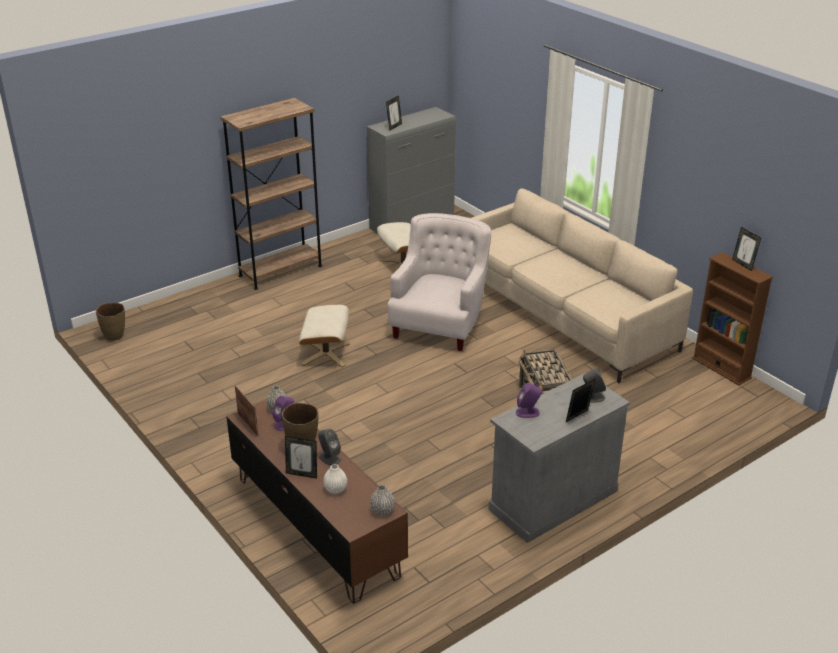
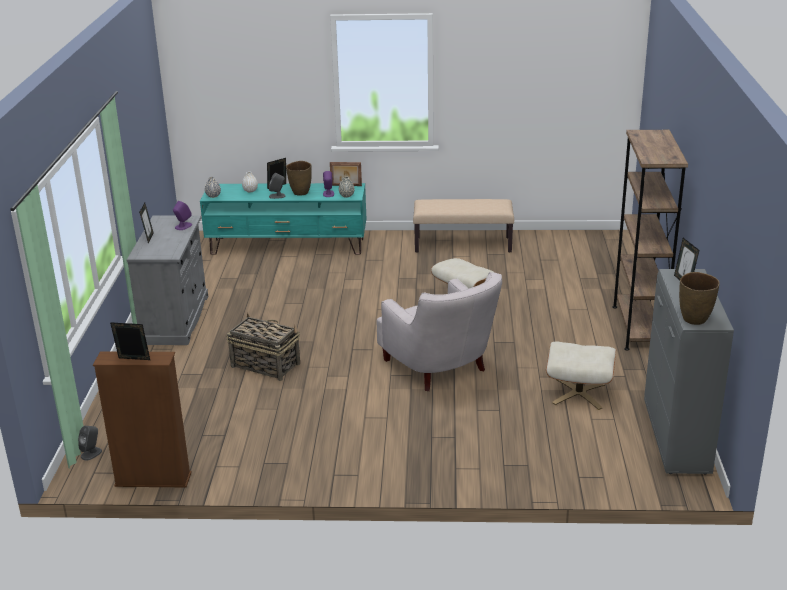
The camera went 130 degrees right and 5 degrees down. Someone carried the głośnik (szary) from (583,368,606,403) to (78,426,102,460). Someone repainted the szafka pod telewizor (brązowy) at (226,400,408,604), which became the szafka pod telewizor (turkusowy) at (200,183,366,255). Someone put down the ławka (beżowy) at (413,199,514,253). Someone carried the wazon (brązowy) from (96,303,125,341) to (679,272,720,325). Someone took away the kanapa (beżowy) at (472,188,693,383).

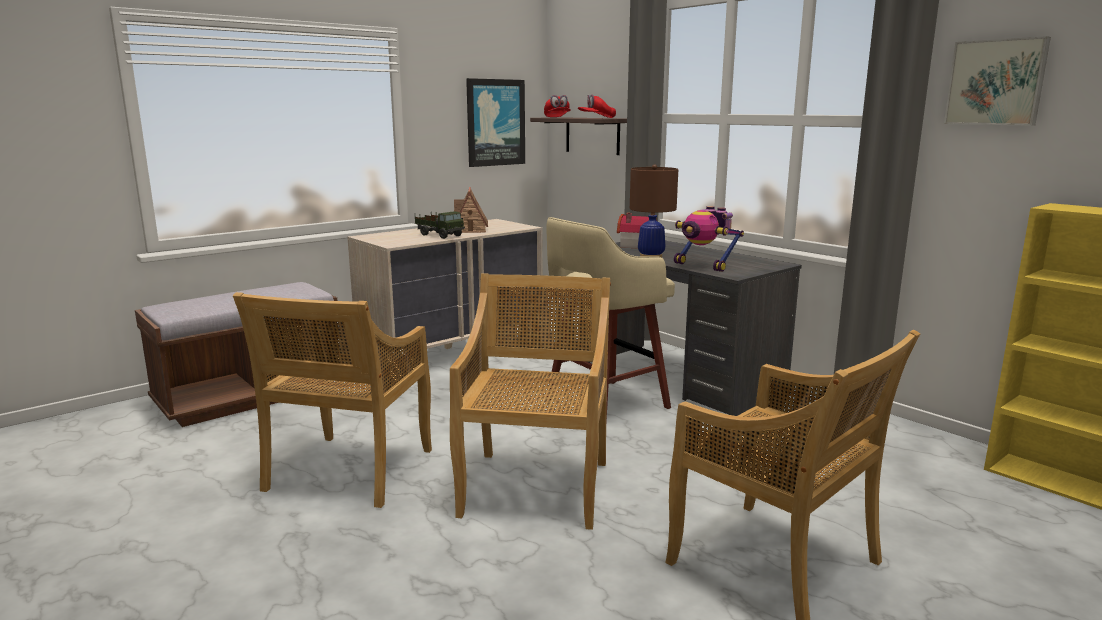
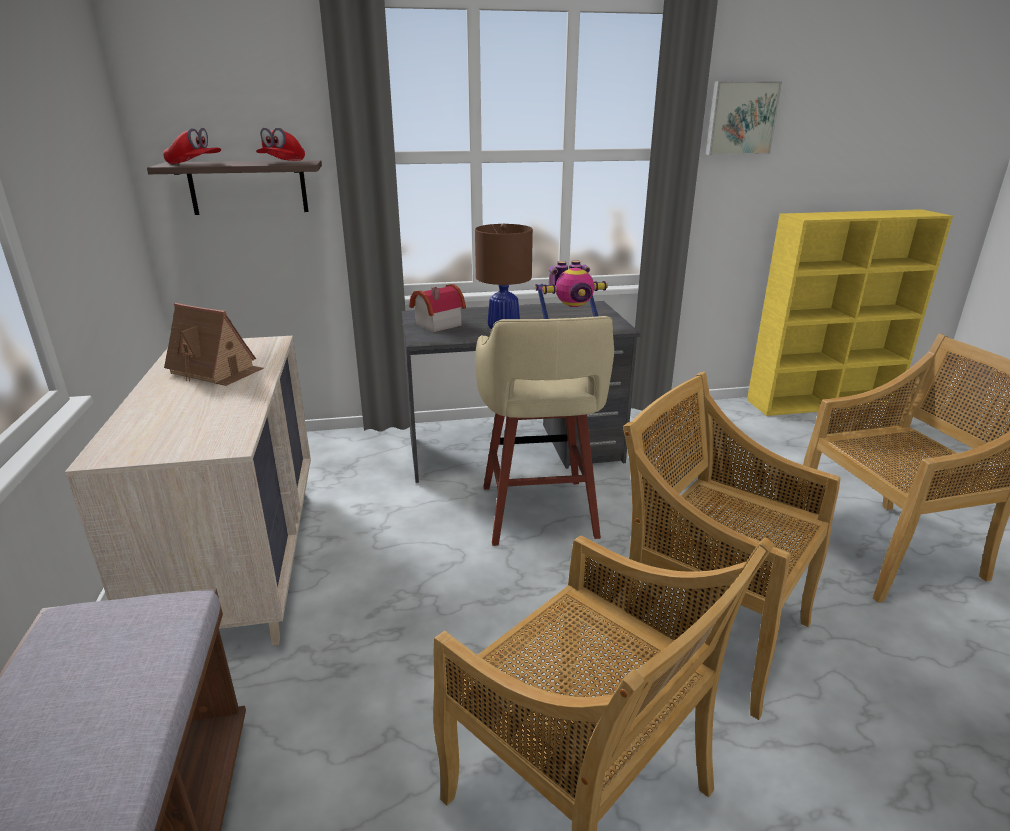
The camera went 60 degrees left and 10 degrees up. Someone took away the ciężarówka zabawkowa at (415,211,465,239). Someone took away the obraz at (466,78,525,167).

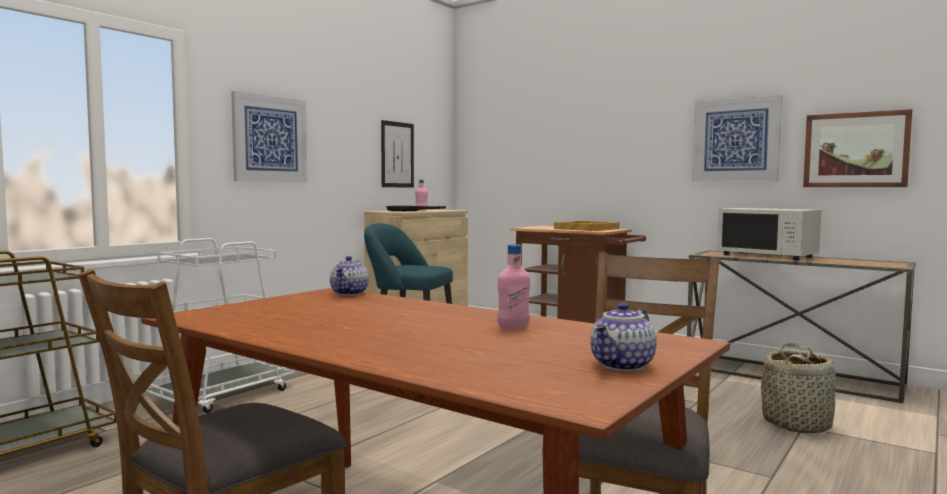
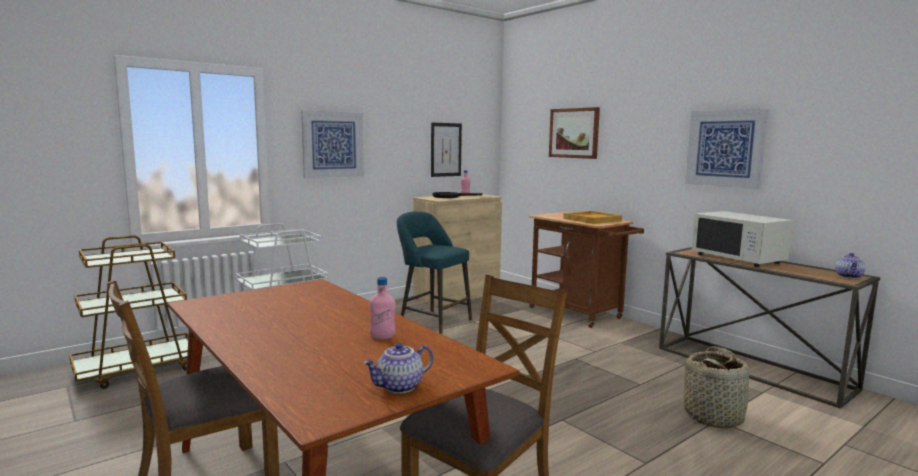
The camera went 15 degrees right and 5 degrees up. Someone carried the obraz from (803,109,912,187) to (549,107,600,159). Someone carried the imbryk from (330,256,369,296) to (835,253,865,279).

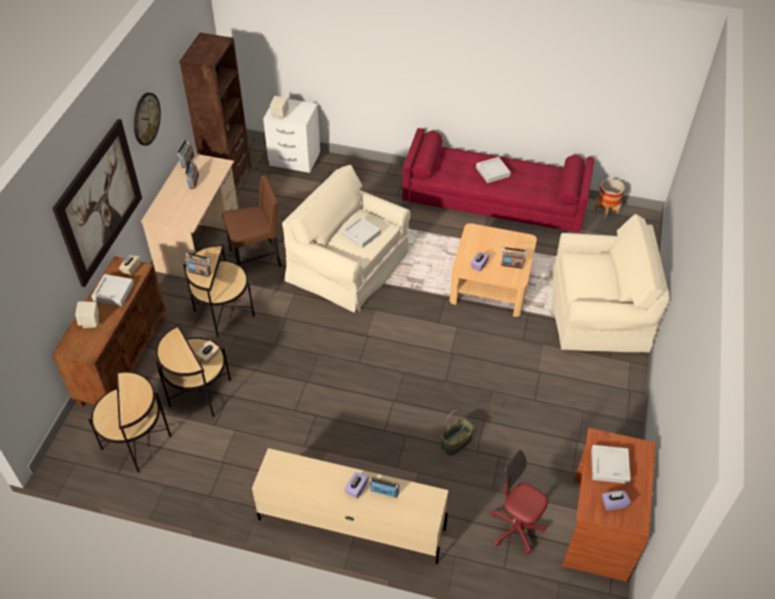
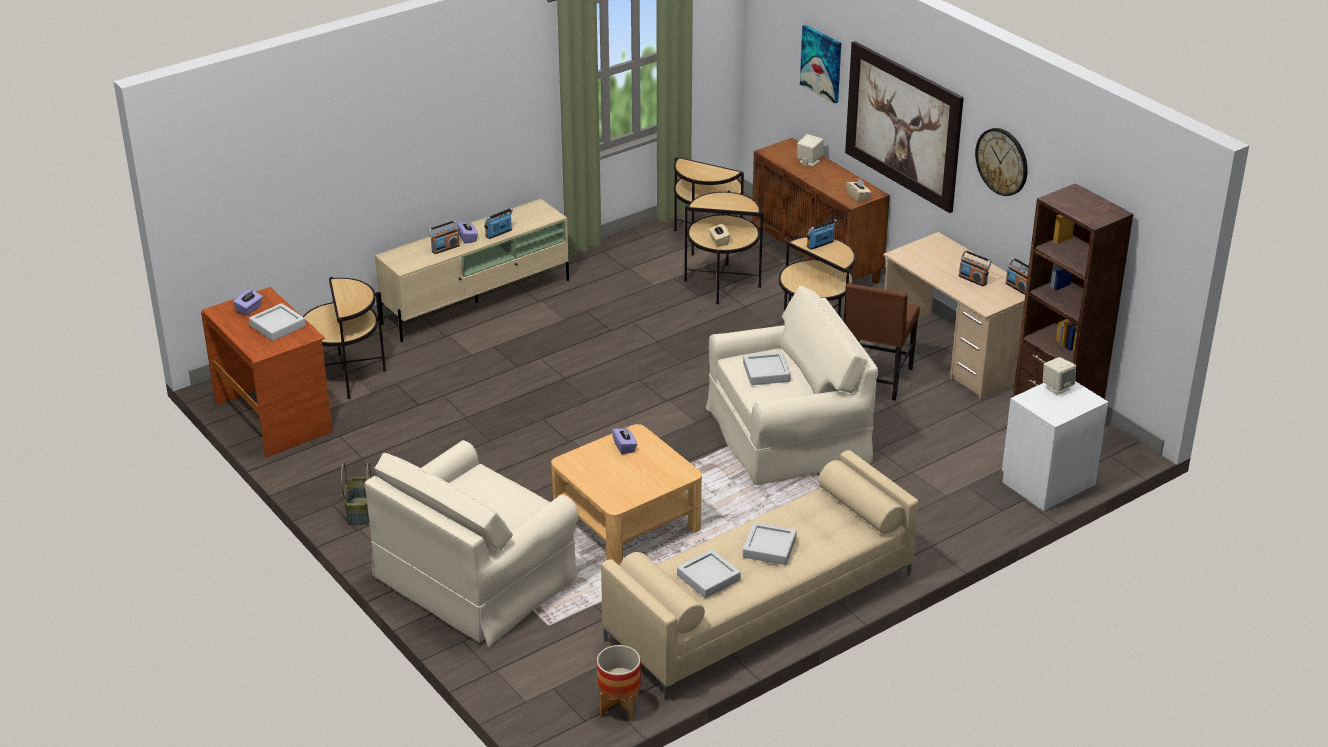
The camera went 130 degrees right and 15 degrees down. Someone swapped the krzesło biurowe (czerwony) at (491,450,548,555) for the stolik at (303,277,386,399). Someone carried the koszyk from (441,409,475,456) to (341,462,371,525). Someone carried the radio from (501,247,527,269) to (484,208,513,239). Someone repainted the kanapa (czerwony) at (402,128,595,234), which became the kanapa (beżowy) at (601,450,919,700). Someone carried the taca (szary) from (91,274,134,306) to (677,549,741,598). Someone put up the obraz at (800,25,841,104).

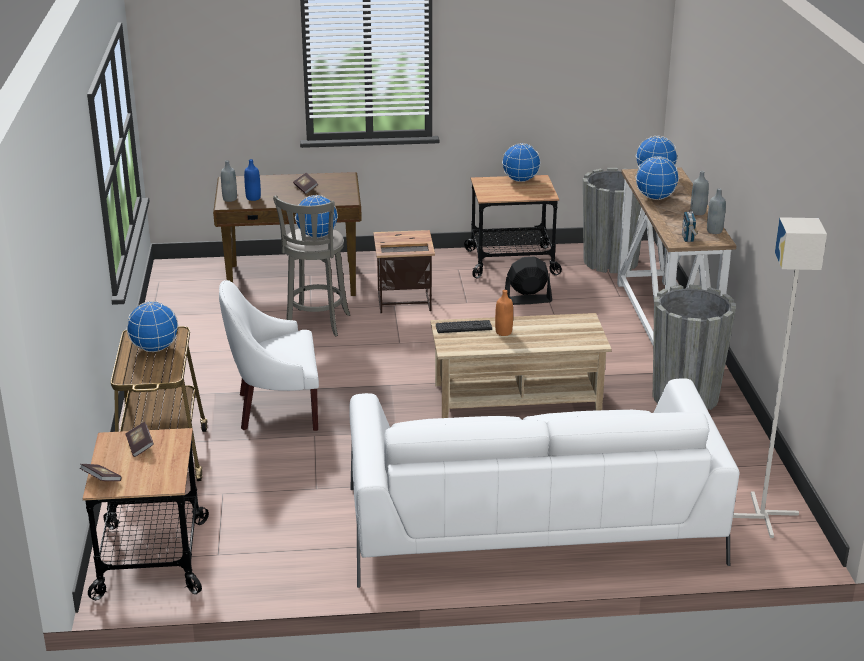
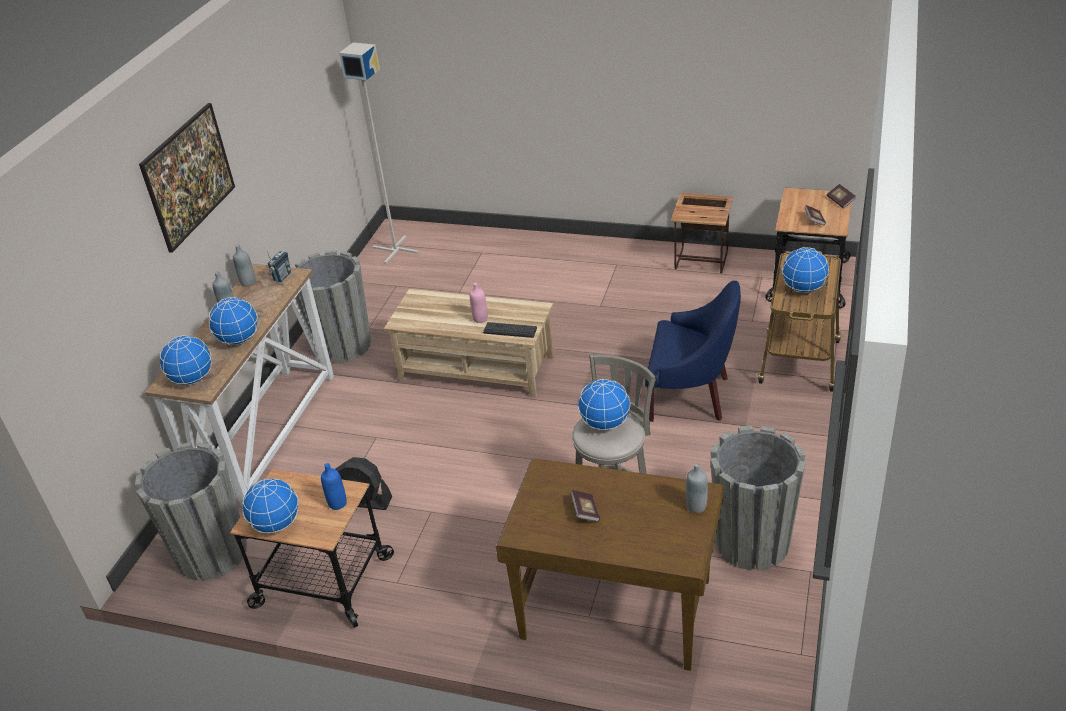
The camera went 155 degrees left and 10 degrees up. Someone put up the obraz at (139,103,235,253). Someone carried the butelka (niebieski) from (244,159,261,201) to (321,463,347,510). Someone repainted the butelka (pomarańczowy) at (495,290,513,336), which became the butelka (różowy) at (470,282,488,323). Someone repainted the fotel (biały) at (219,280,319,431), which became the fotel (niebieski) at (645,281,741,422). Someone carried the stolik from (373,230,435,313) to (671,193,733,274). Someone put down the donica (szary) at (710,425,806,571). Someone took away the kanapa (biały) at (349,378,739,588).

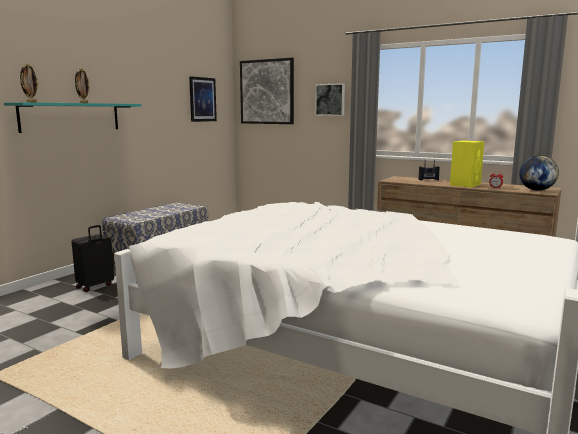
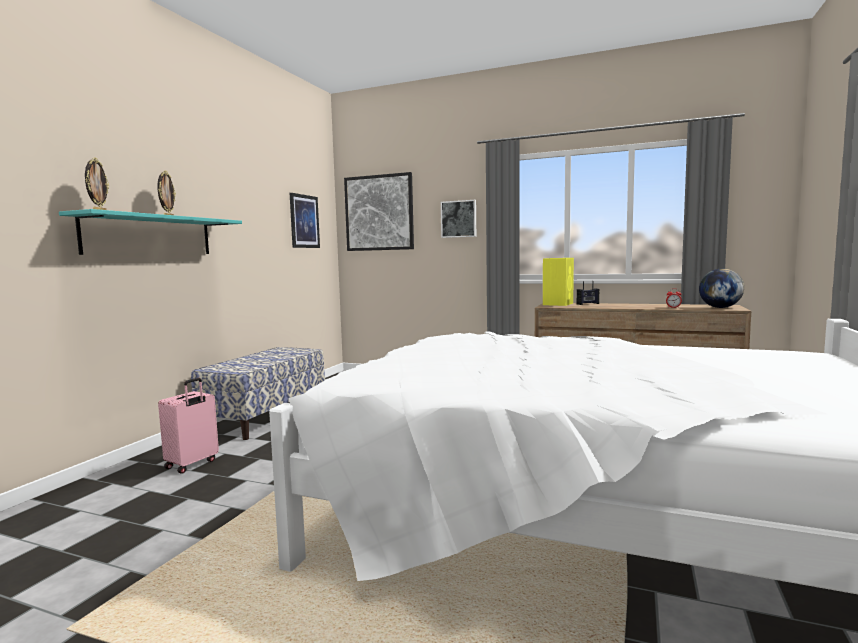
The camera went 10 degrees left and 5 degrees down. Someone repainted the walizka (czarny) at (72,225,114,292), which became the walizka (różowy) at (158,378,219,474). Someone carried the głośnik (żółty) from (450,140,484,188) to (543,258,574,306).

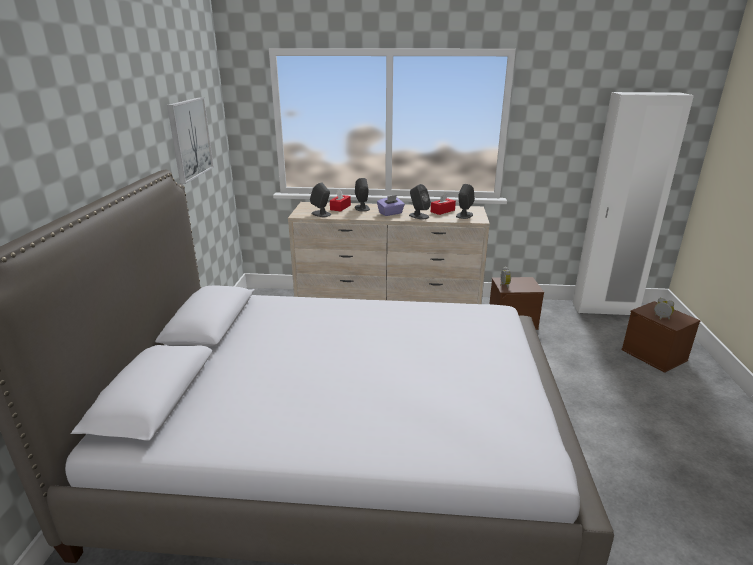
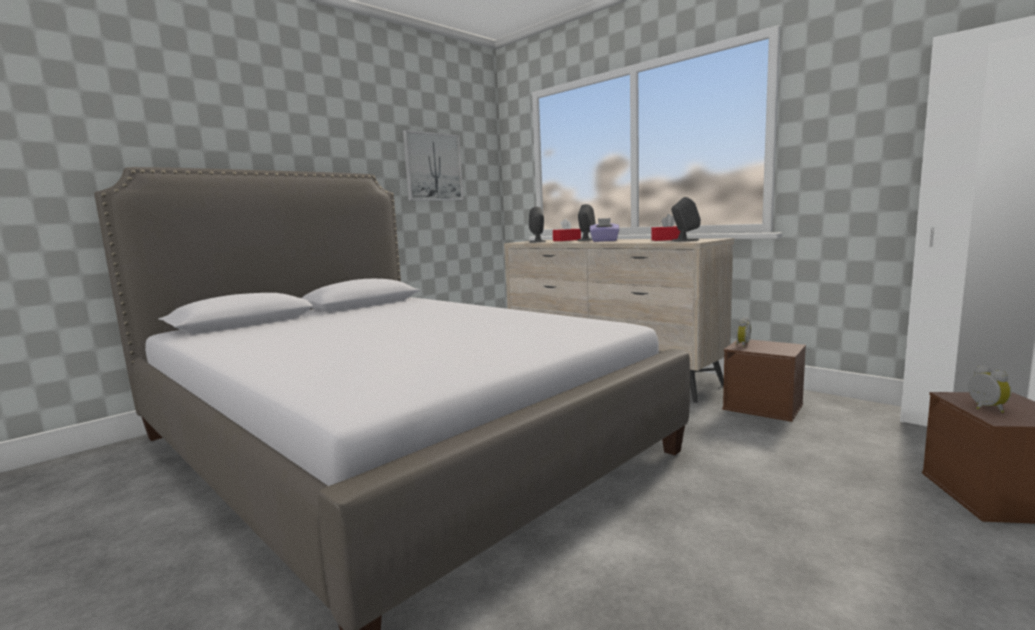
The camera went 40 degrees right and 15 degrees down. Someone took away the głośnik (szary) at (409,184,431,219).

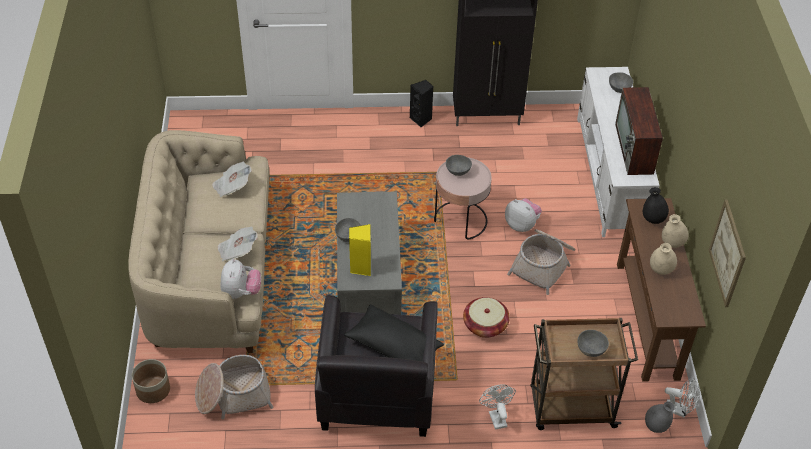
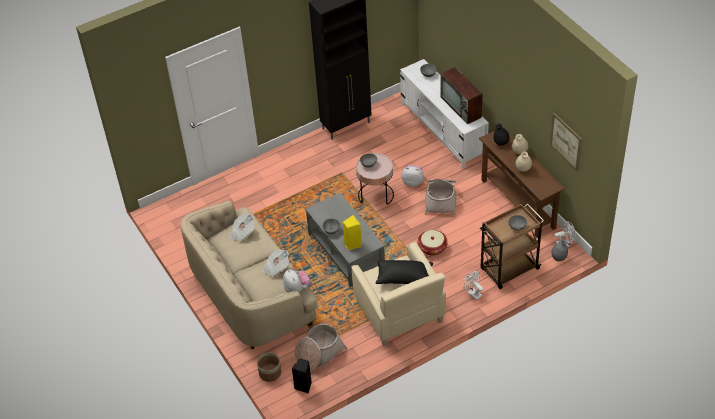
The camera went 25 degrees left and 0 degrees up. Someone carried the głośnik (czarny) from (410,80,434,127) to (291,358,312,393). Someone repainted the fotel (czarny) at (315,295,438,437), which became the fotel (beżowy) at (352,242,446,346).

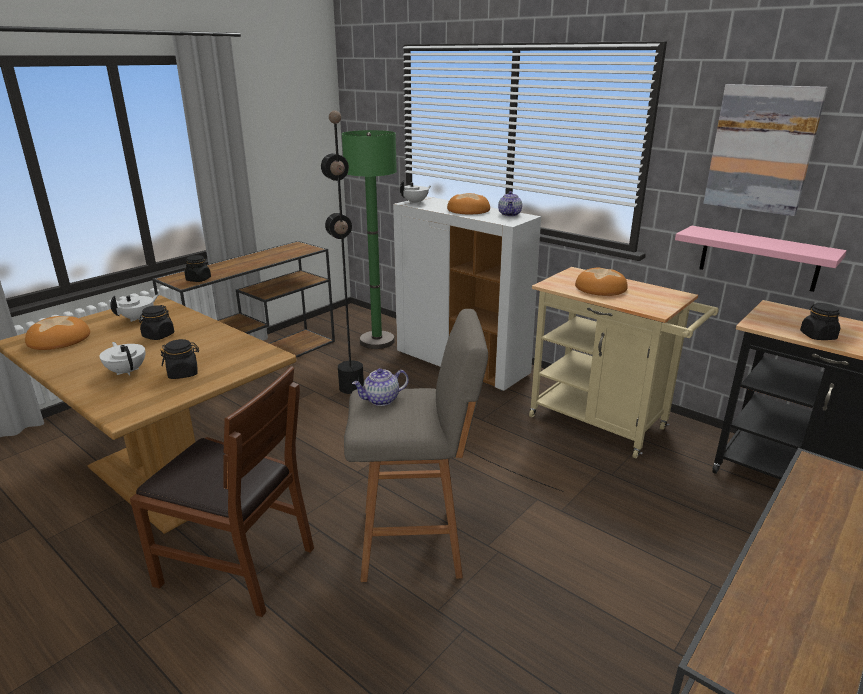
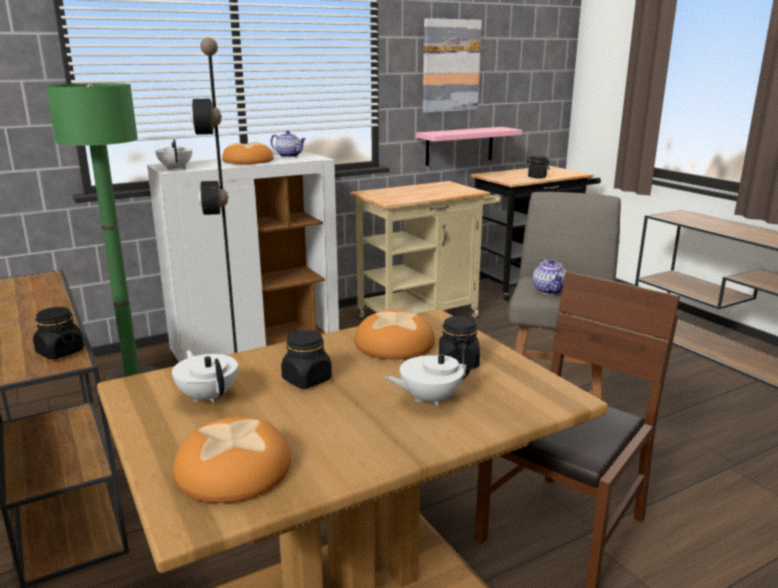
The camera went 70 degrees left and 5 degrees down. Someone carried the chleb from (575,268,628,296) to (354,310,435,360).

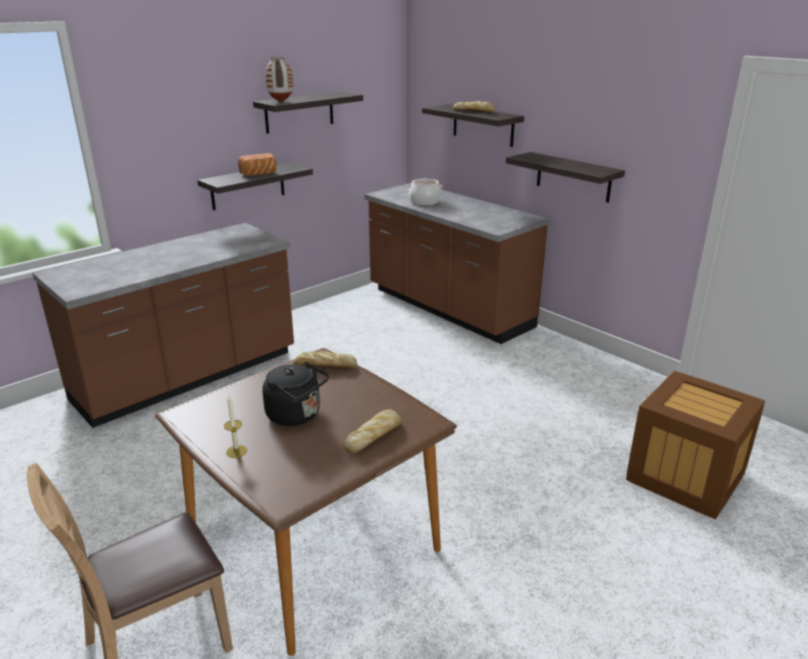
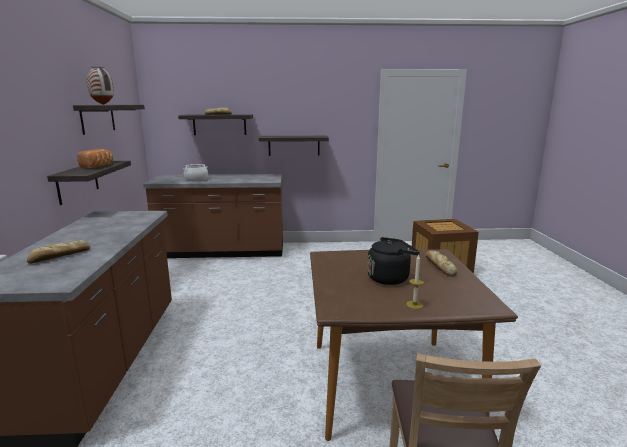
The camera went 50 degrees left and 10 degrees down. Someone carried the chleb from (293,351,357,369) to (27,240,90,264).

